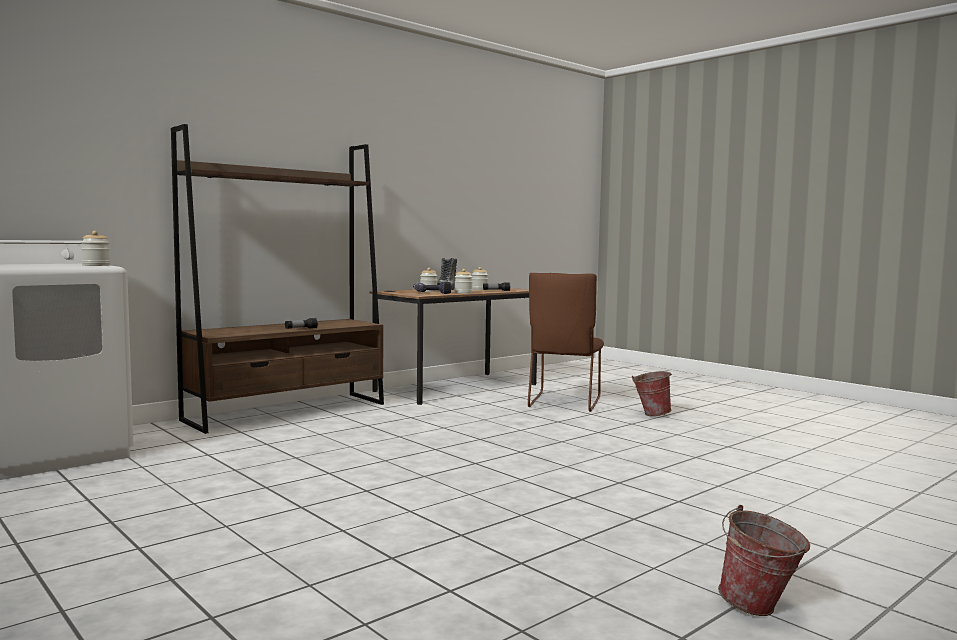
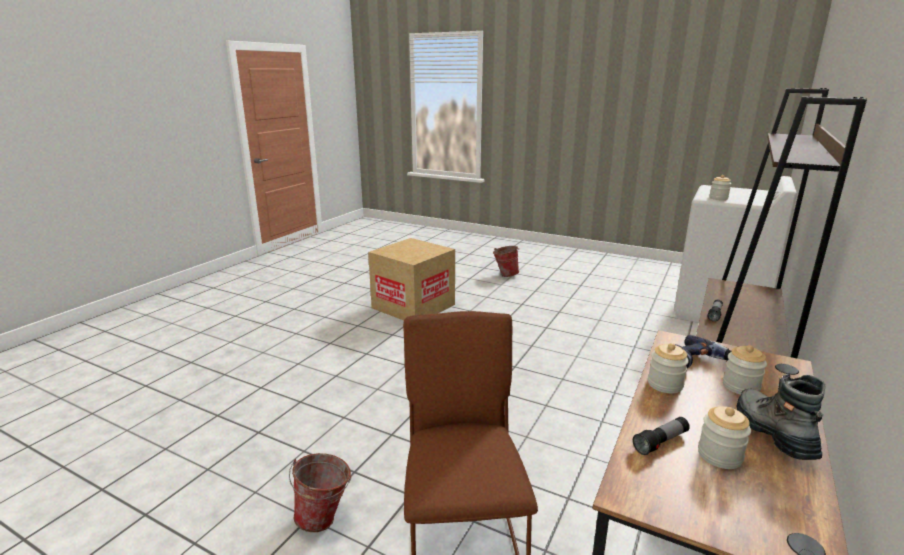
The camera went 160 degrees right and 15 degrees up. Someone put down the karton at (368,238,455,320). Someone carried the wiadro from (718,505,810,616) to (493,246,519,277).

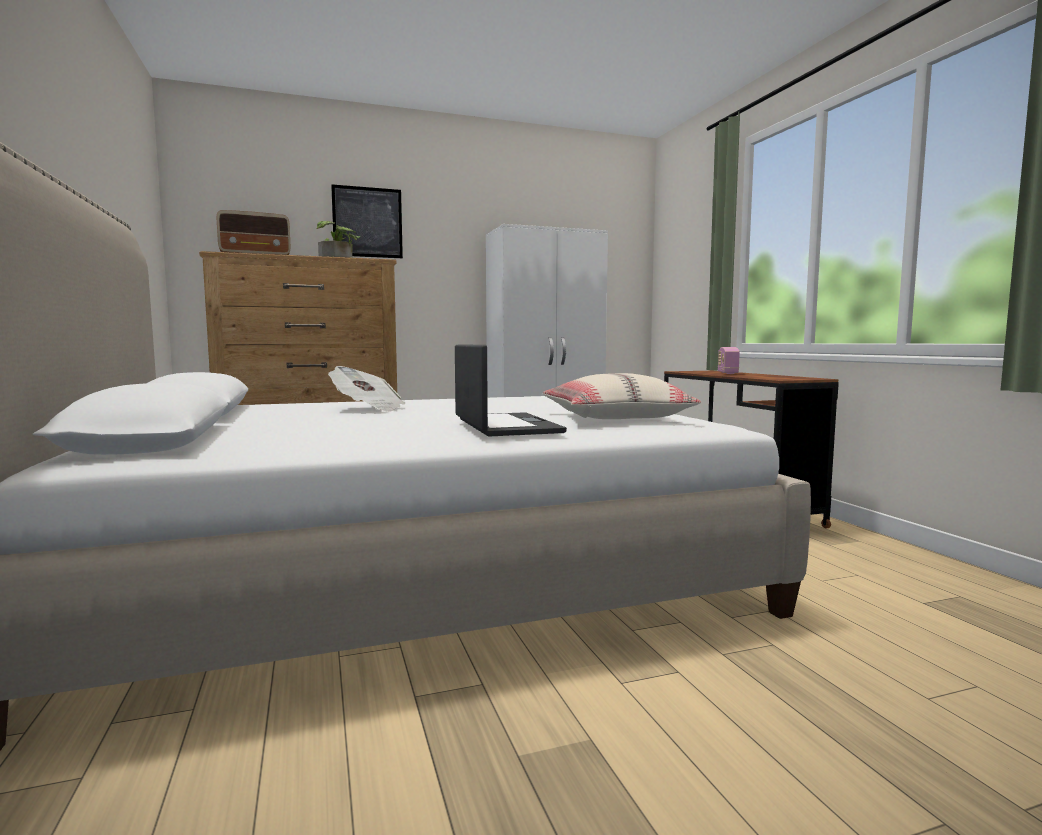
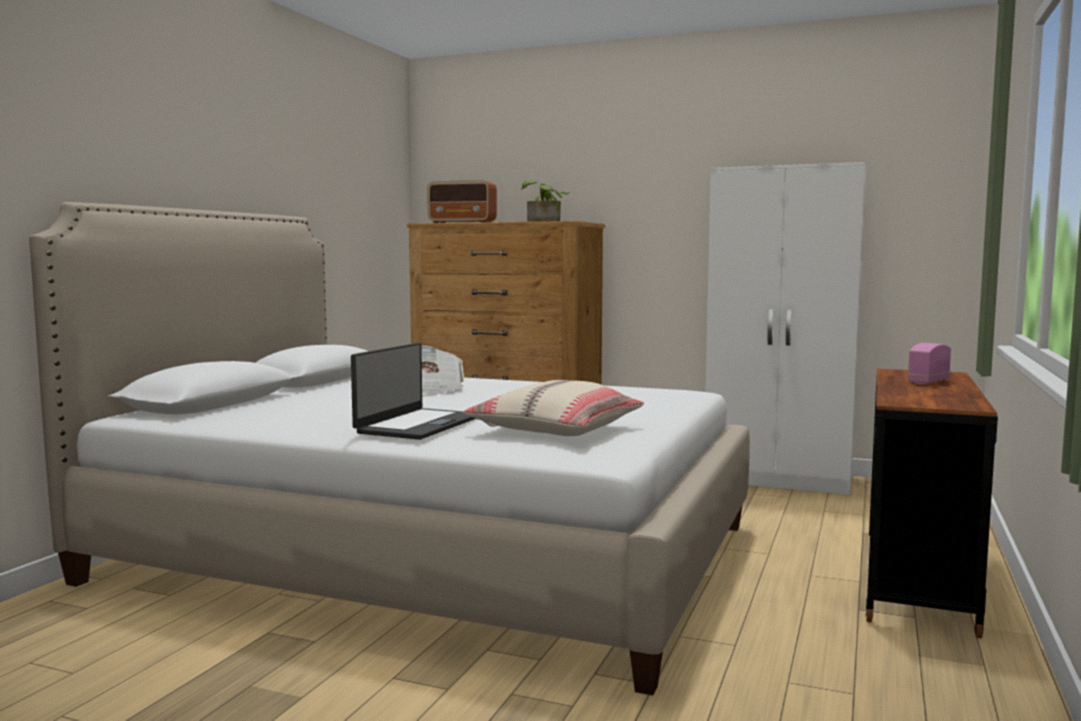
The camera went 40 degrees right and 0 degrees up. Someone took away the obraz at (331,184,403,258).

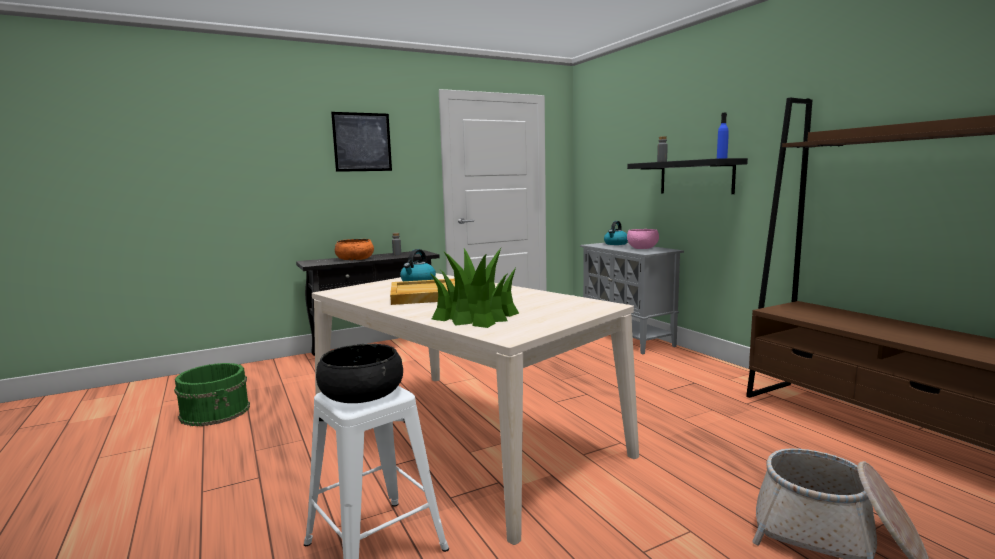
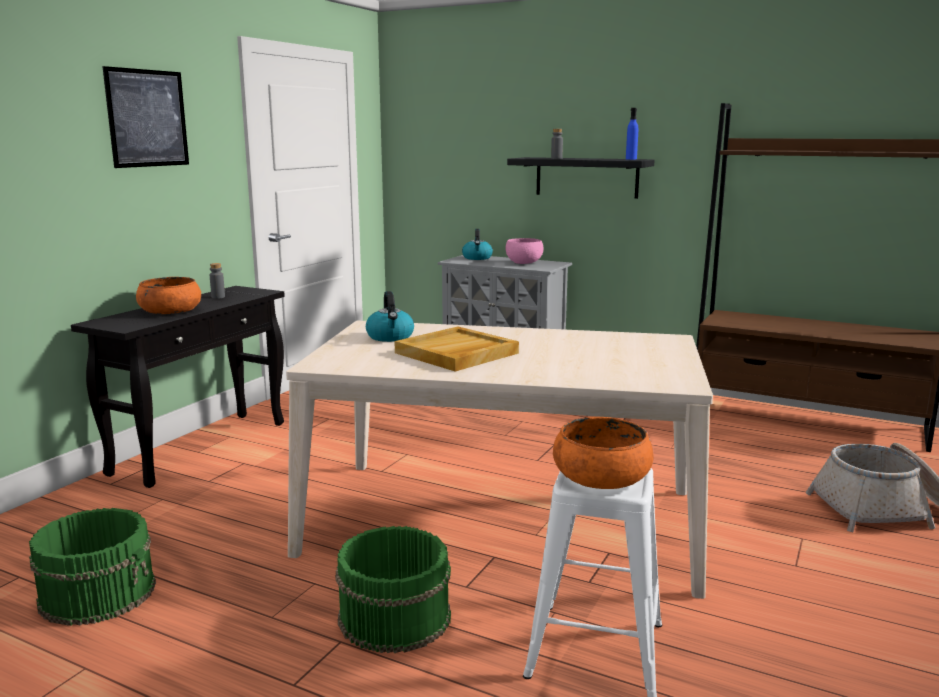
The camera went 35 degrees left and 5 degrees up. Someone put down the wiadro (zielony) at (335,526,451,653). Someone repainted the miska (czarny) at (316,344,403,403), which became the miska (pomarańczowy) at (553,417,654,489). Someone took away the roślina doniczkowa at (430,248,519,328).

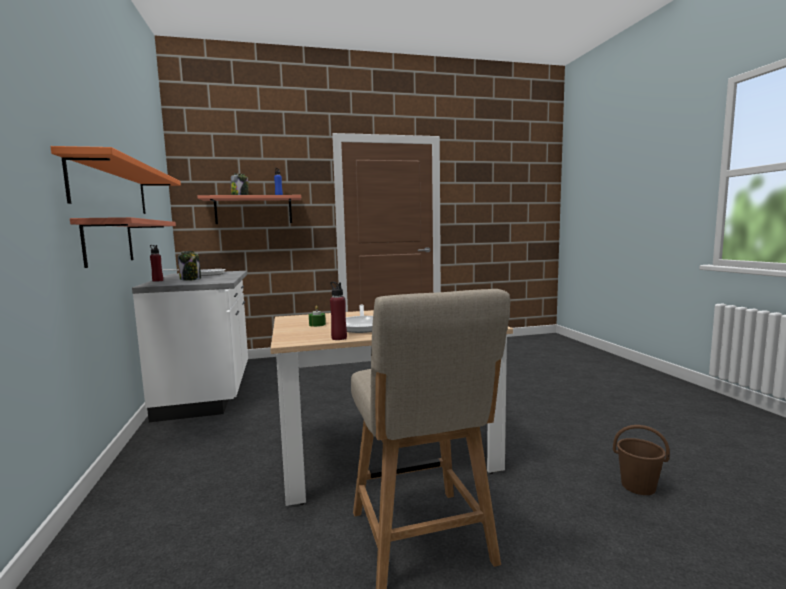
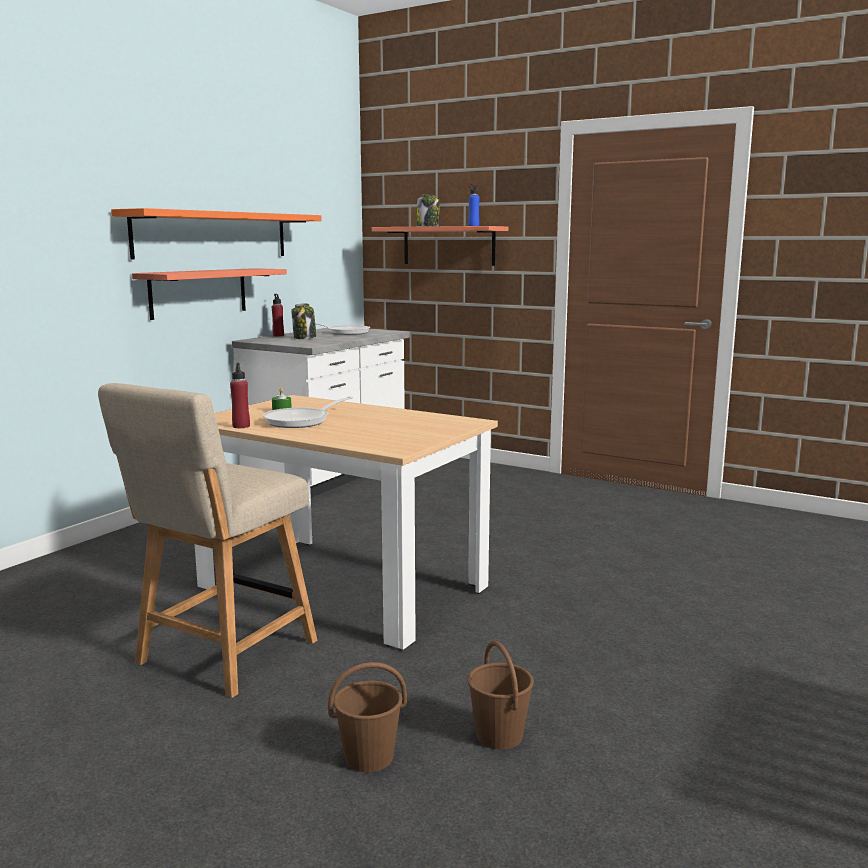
The camera went 45 degrees right and 5 degrees up. Someone put down the wiadro (brązowy) at (328,662,407,772).

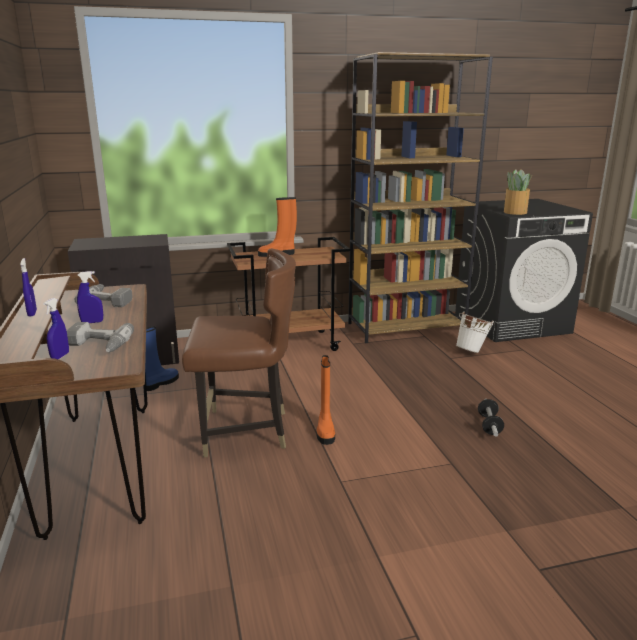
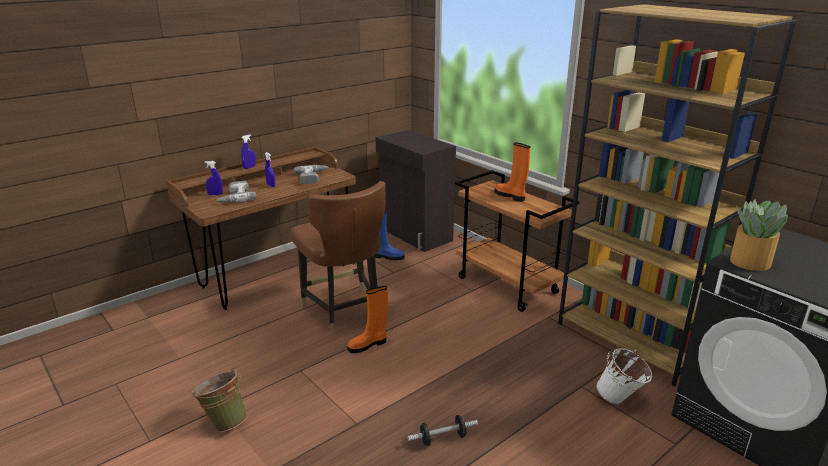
The camera went 65 degrees right and 5 degrees up. Someone put down the wiadro (zielony) at (192,368,247,432).

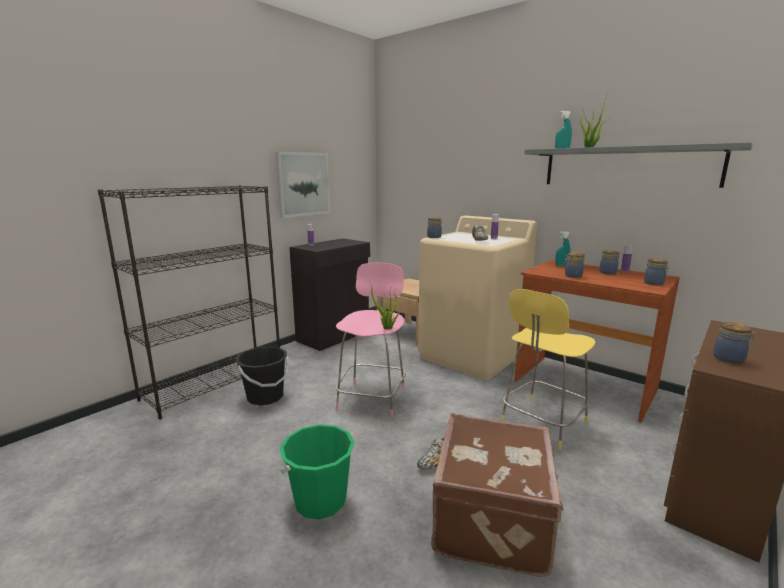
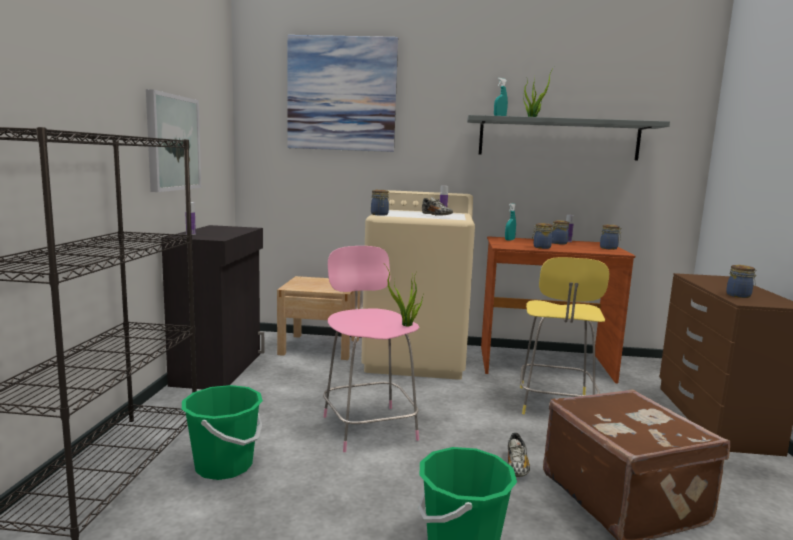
The camera went 35 degrees left and 5 degrees down. Someone repainted the wiadro (czarny) at (236,347,289,405), which became the wiadro (zielony) at (182,385,263,480). Someone put up the obraz at (288,35,398,152).

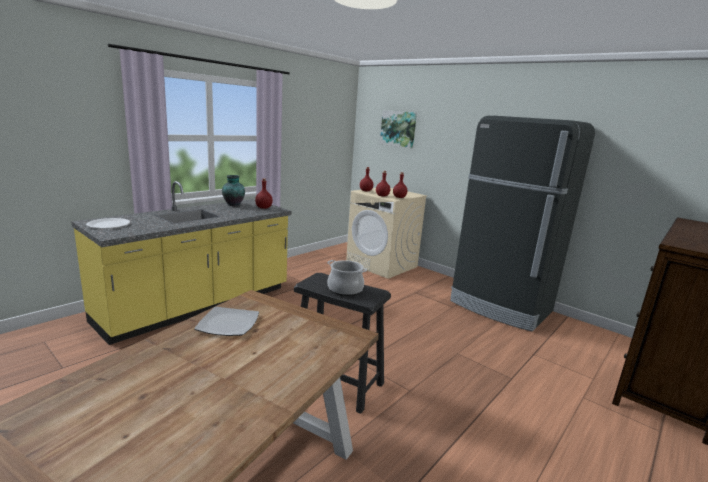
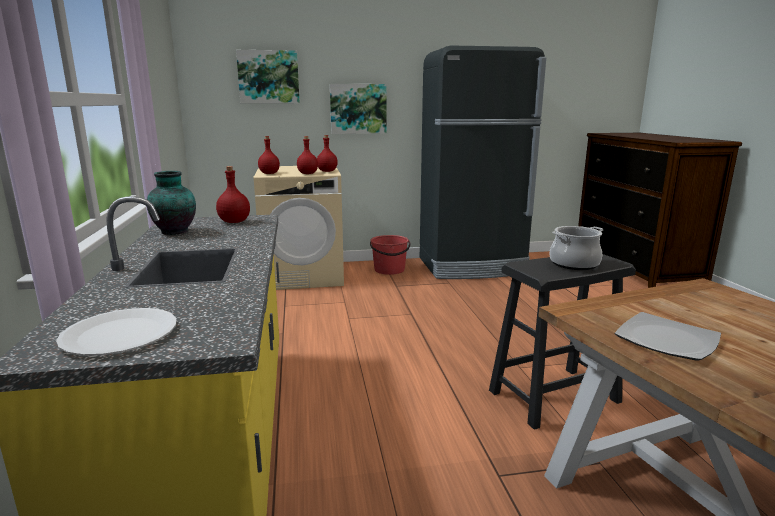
The camera went 50 degrees left and 0 degrees up. Someone put up the obraz at (330,84,386,134). Someone put down the wiadro (czerwony) at (370,235,410,275).

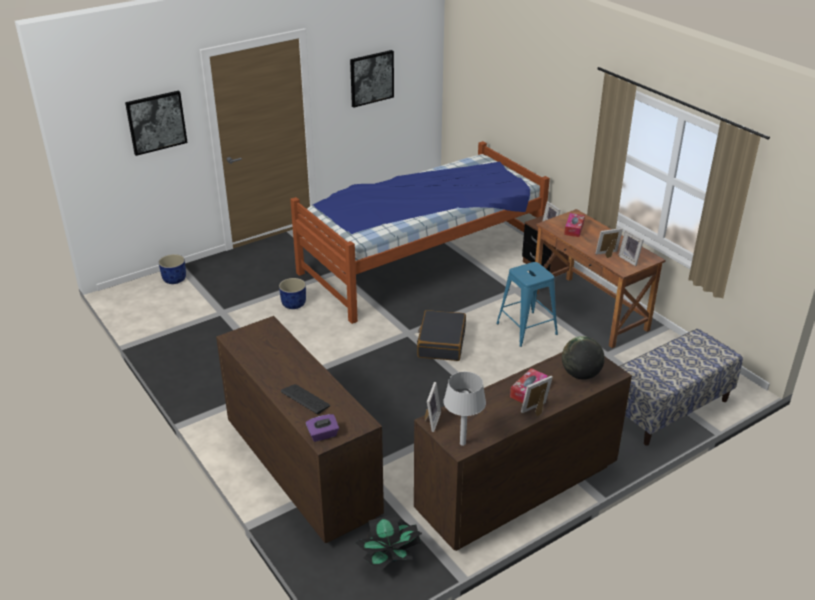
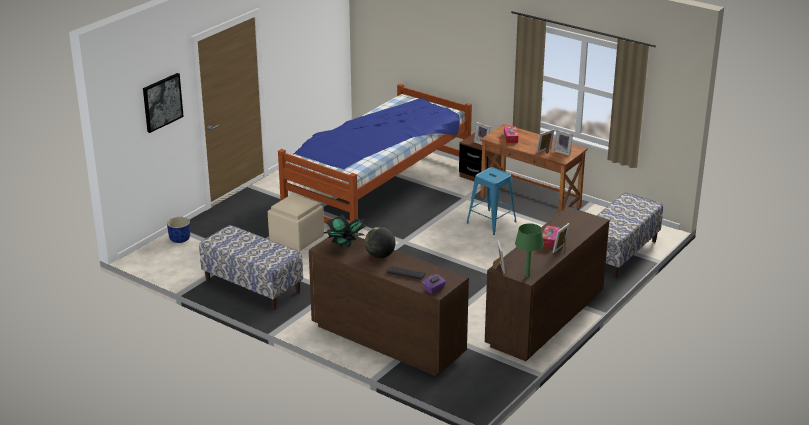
The camera went 20 degrees left and 5 degrees down. Someone put down the ławka at (199,225,303,310). Someone swapped the donica (niebieski) at (279,278,306,309) for the pufa (beżowy) at (268,194,324,251). Someone carried the roślina doniczkowa from (355,514,422,572) to (324,215,367,247). Someone carried the globus from (562,336,605,380) to (365,227,396,258). Someone repainted the lampa stołowa (szary) at (444,372,486,446), which became the lampa stołowa (zielony) at (515,223,544,277). Someone took away the obraz at (350,50,394,108). Someone took away the walizka (czarny) at (417,310,466,361).

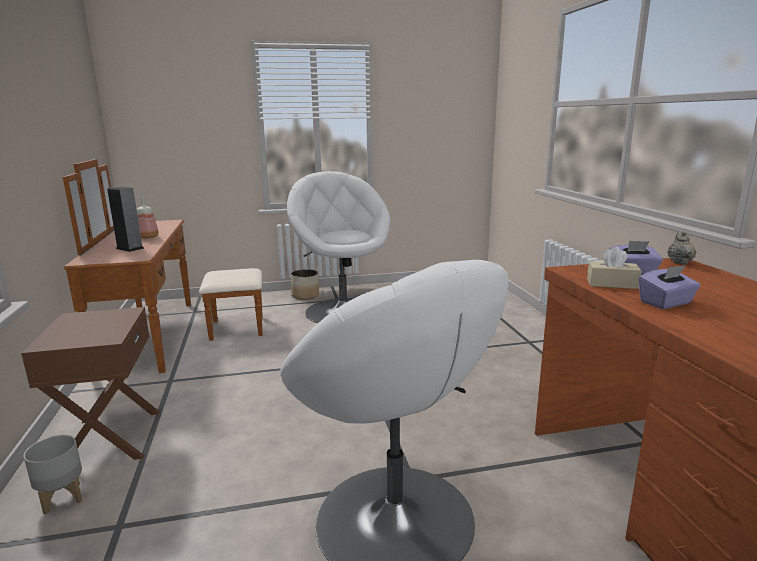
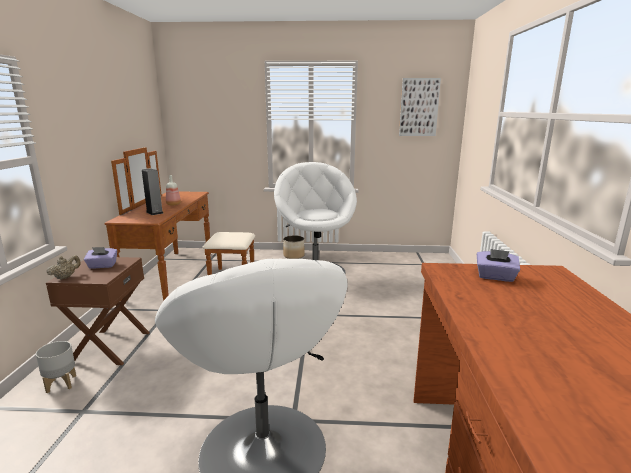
The camera went 15 degrees right and 0 degrees up. Someone carried the imbryk (beżowy) from (667,231,697,264) to (47,255,81,280). Someone carried the pudełko chusteczek (fioletowy) from (639,265,701,309) to (84,247,117,269). Someone put up the obraz at (399,78,441,136). Someone took away the pudełko chusteczek (beżowy) at (587,247,642,289).

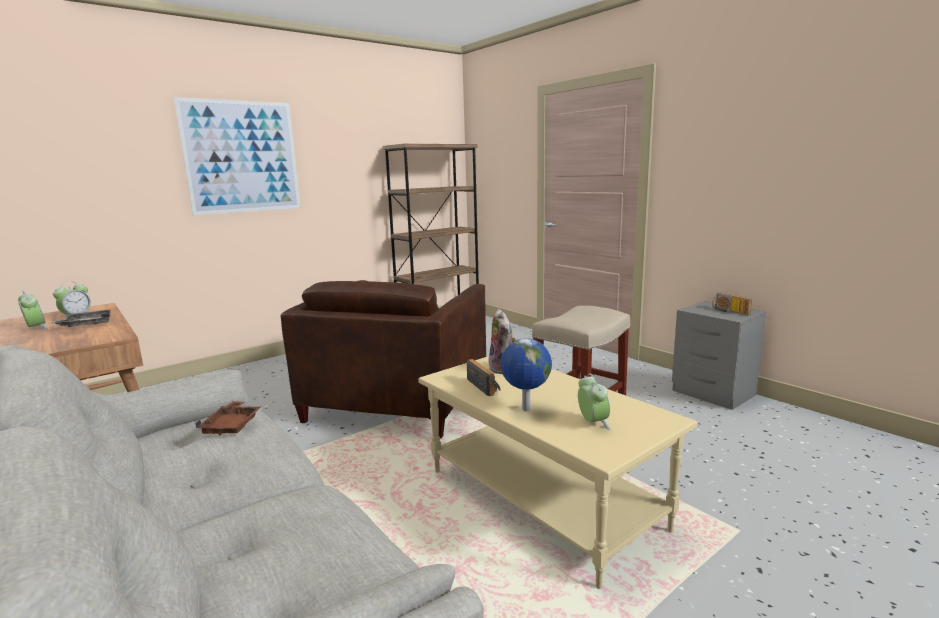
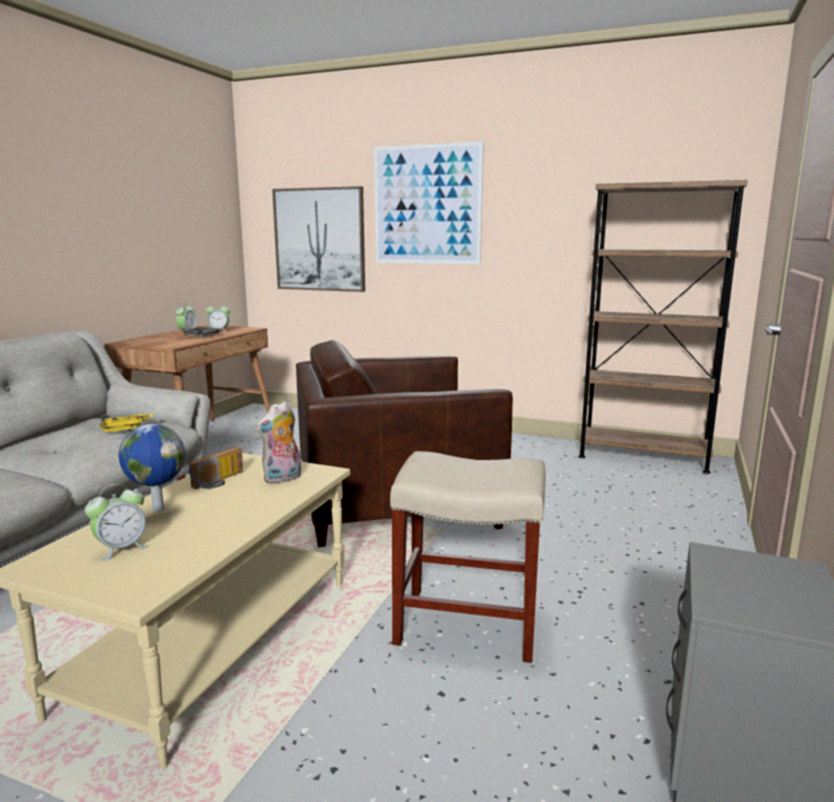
The camera went 60 degrees right and 0 degrees up. Someone repainted the taca (brązowy) at (195,401,260,436), which became the taca (żółty) at (99,414,153,432). Someone put up the obraz at (272,186,365,292). Someone took away the radio at (712,293,752,315).

